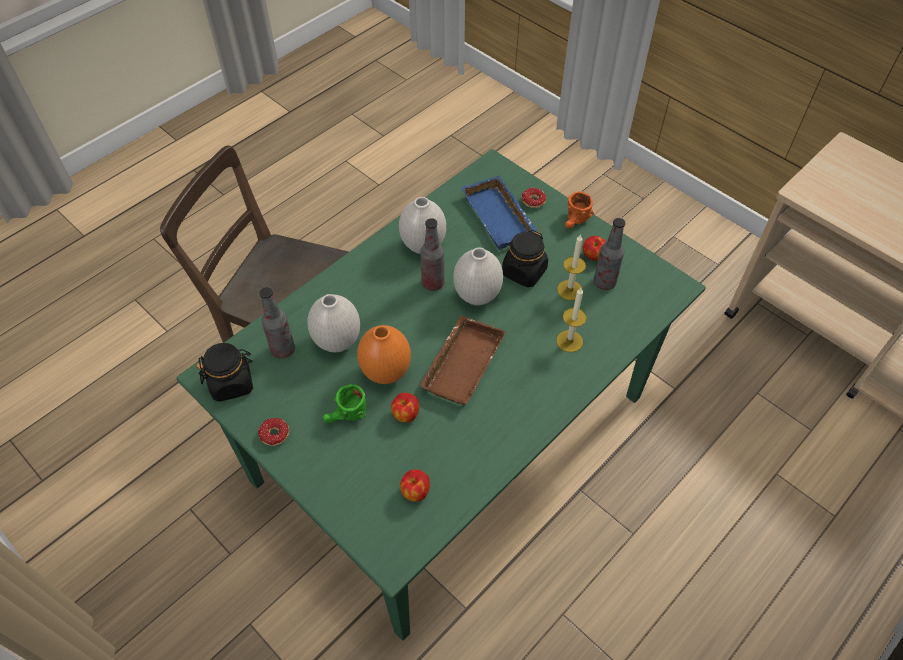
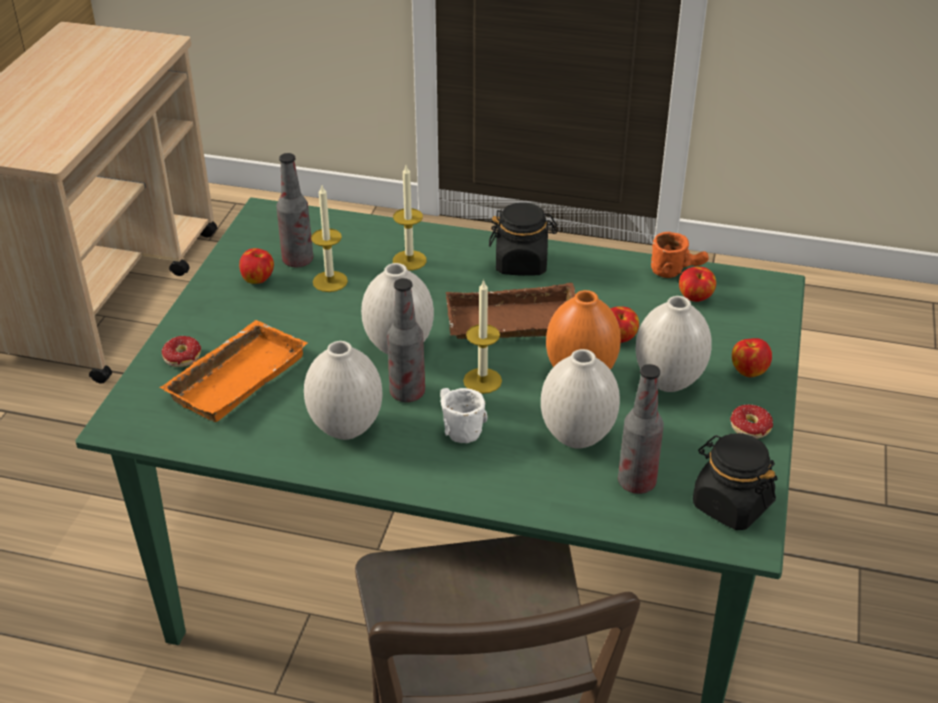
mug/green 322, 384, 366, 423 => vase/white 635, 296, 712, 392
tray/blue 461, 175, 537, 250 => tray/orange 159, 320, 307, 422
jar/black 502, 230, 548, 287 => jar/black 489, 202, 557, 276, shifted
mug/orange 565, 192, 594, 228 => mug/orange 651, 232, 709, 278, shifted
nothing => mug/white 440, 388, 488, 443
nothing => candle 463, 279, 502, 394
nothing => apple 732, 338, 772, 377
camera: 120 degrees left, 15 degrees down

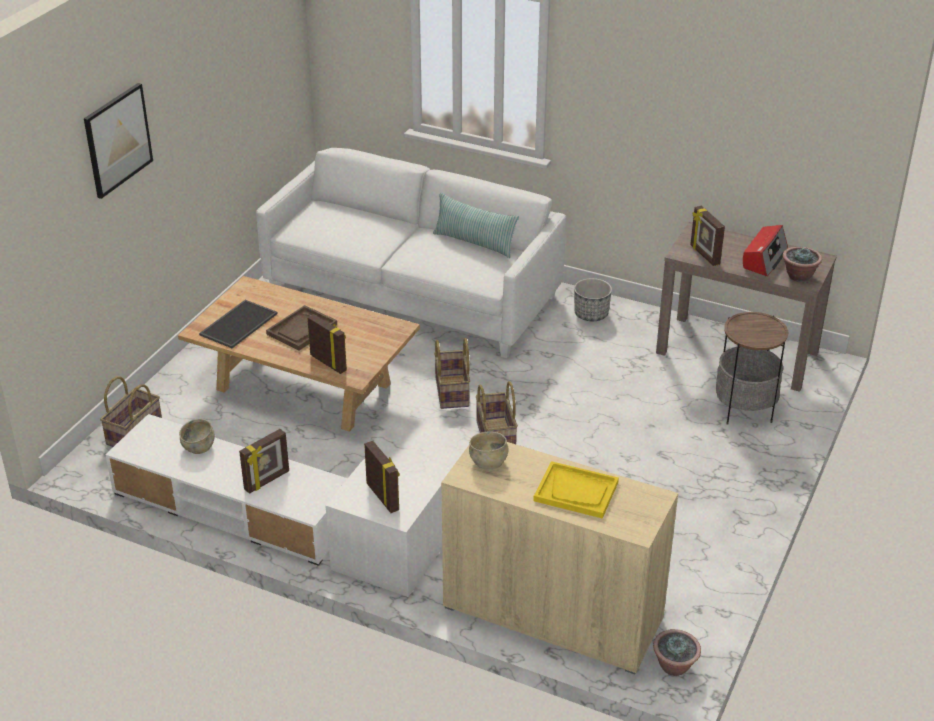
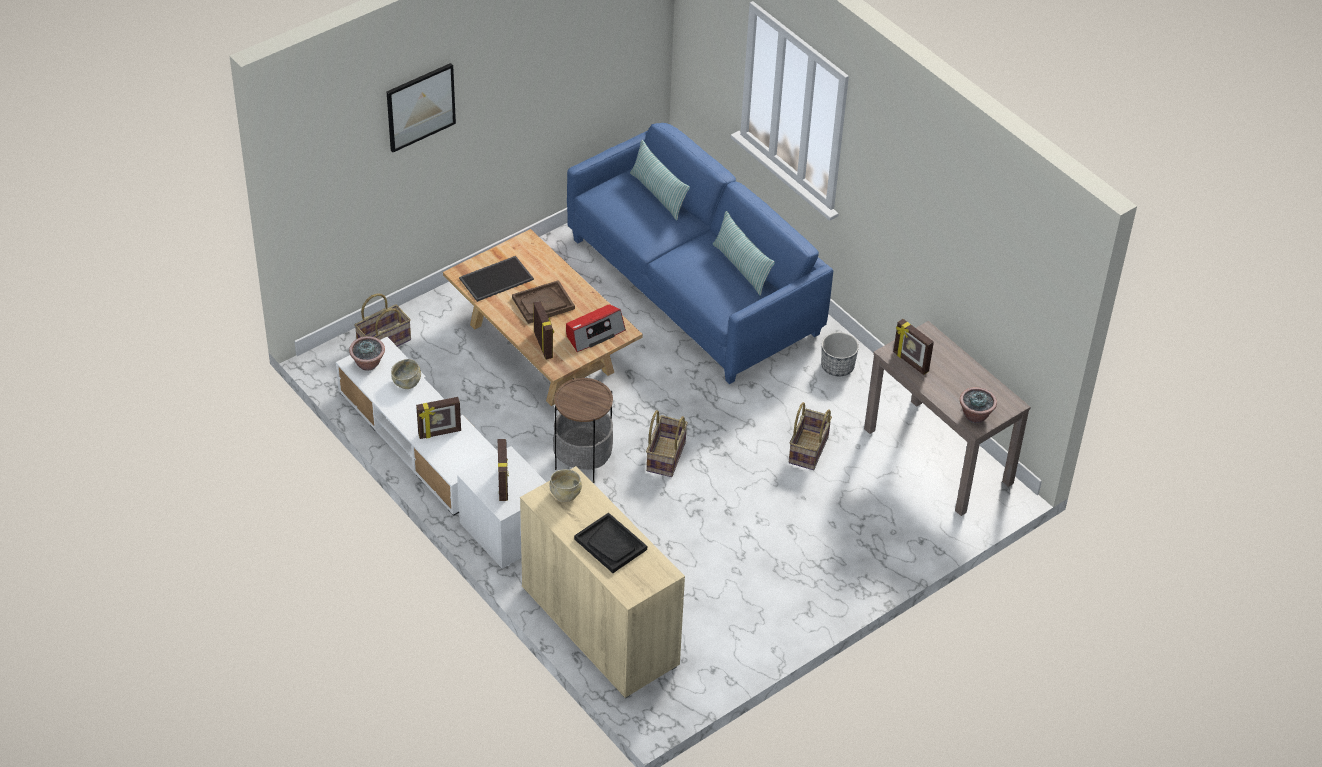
sofa/white 256, 148, 566, 358 => sofa/blue 567, 123, 833, 384
basket 434, 338, 470, 409 => basket 789, 402, 832, 470, shifted
tray/yellow 533, 461, 619, 519 => tray/black 574, 513, 647, 573
potted plant 653, 629, 701, 676 => potted plant 349, 336, 385, 371, shifted
picture frame 690, 206, 725, 266 => picture frame 893, 319, 934, 375, 45 degrees counterclockwise
side table 716, 312, 788, 425 => side table 553, 378, 613, 483, shifted
radio 743, 225, 788, 277 => radio 566, 304, 626, 352, shifted
nothing => pillow 630, 140, 690, 220
camera: 25 degrees right, 10 degrees up

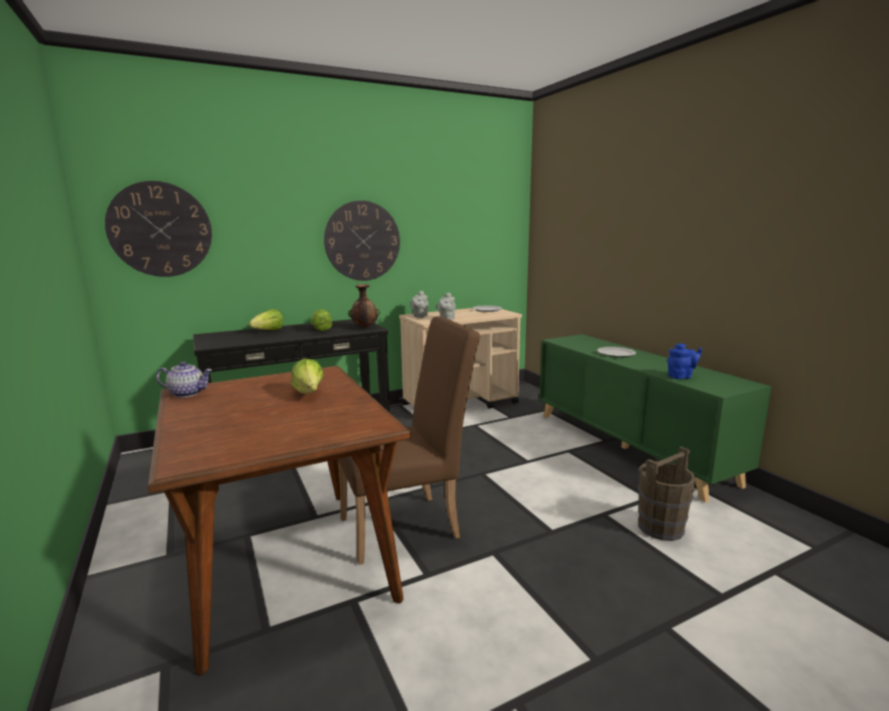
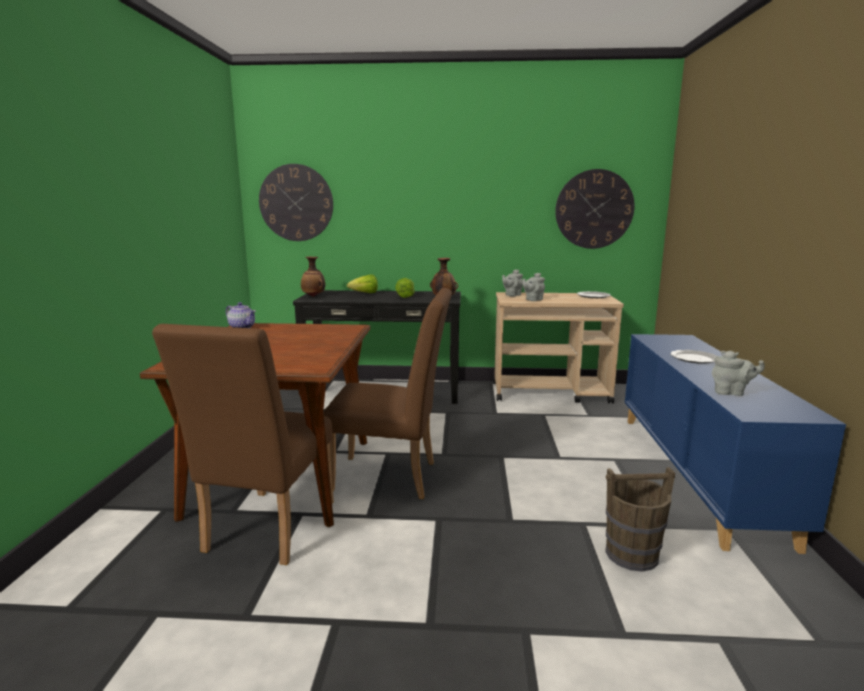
lettuce 291, 359, 324, 394 => nothing
wall clock 324, 200, 400, 281 => wall clock 555, 169, 634, 249, shifted
cabinet/green 539, 334, 772, 503 => cabinet/blue 625, 334, 846, 554
teapot/blue 667, 343, 702, 379 => teapot/grey 712, 351, 765, 396
nothing => chair/brown 152, 324, 334, 565
nothing => vase 301, 257, 325, 297
camera: 30 degrees right, 0 degrees up

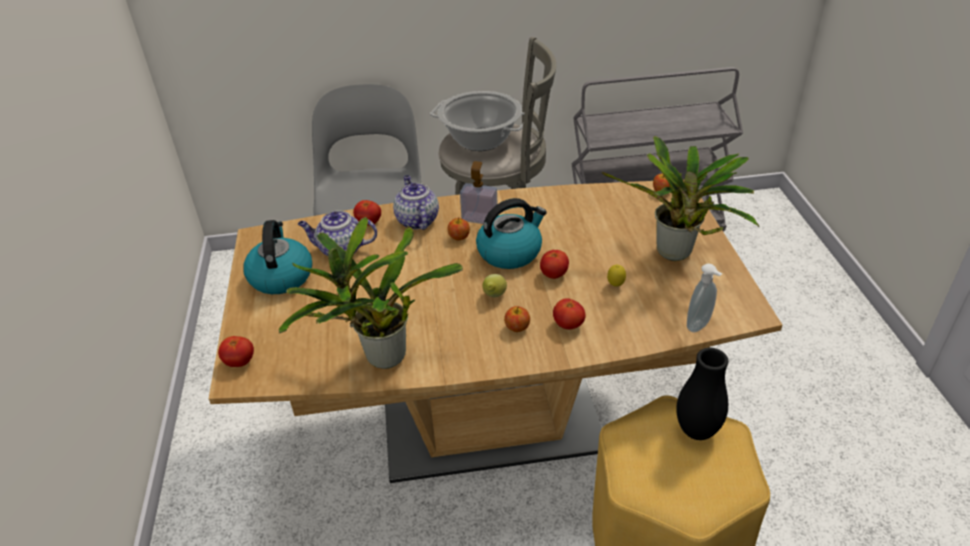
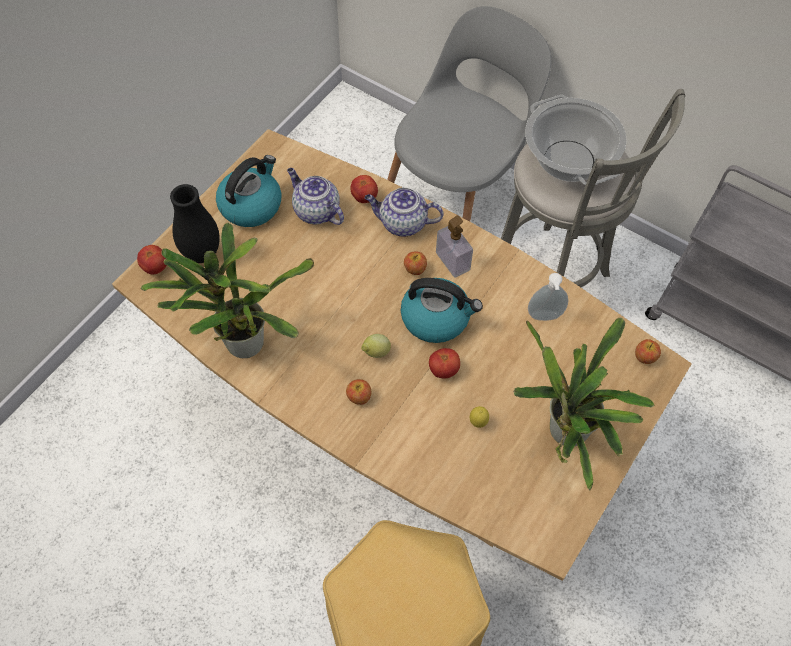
teapot 393, 175, 439, 230 => teapot 365, 187, 443, 237, 105 degrees counterclockwise
tomato 553, 298, 586, 330 => nothing
vase/black 676, 348, 728, 440 => vase/black 170, 184, 220, 263, shifted
soap dispenser 687, 264, 722, 332 => soap dispenser 528, 273, 568, 321, shifted
camera: 40 degrees right, 20 degrees up

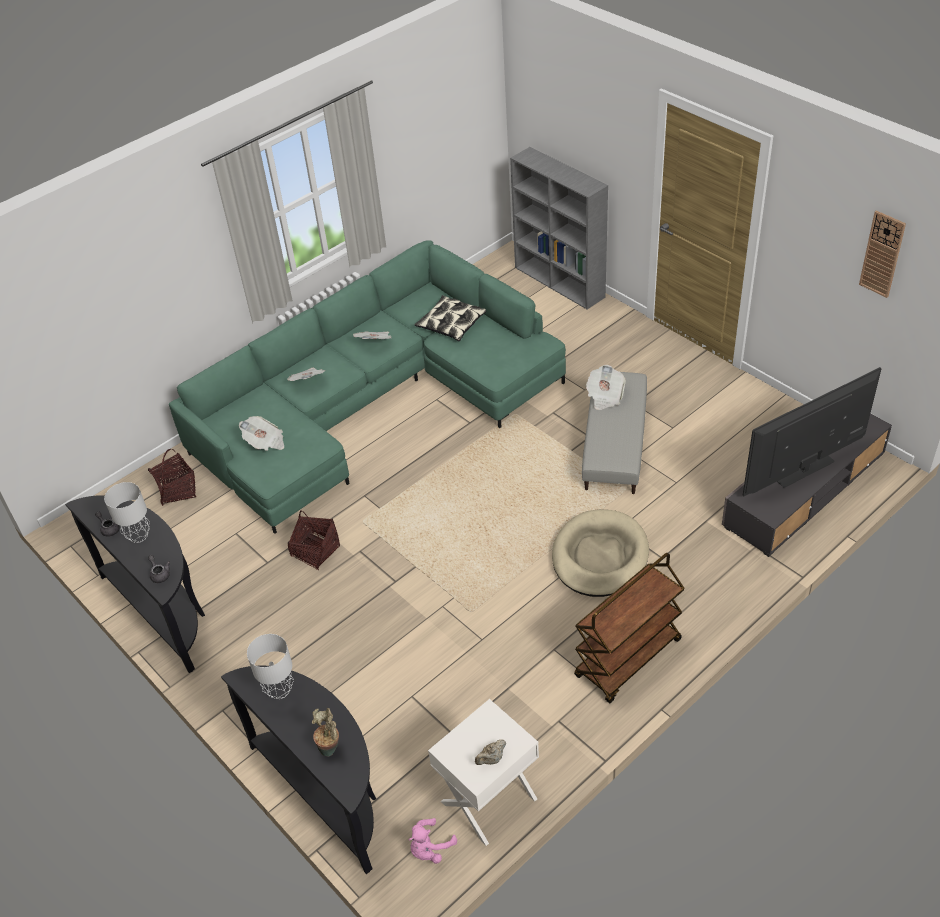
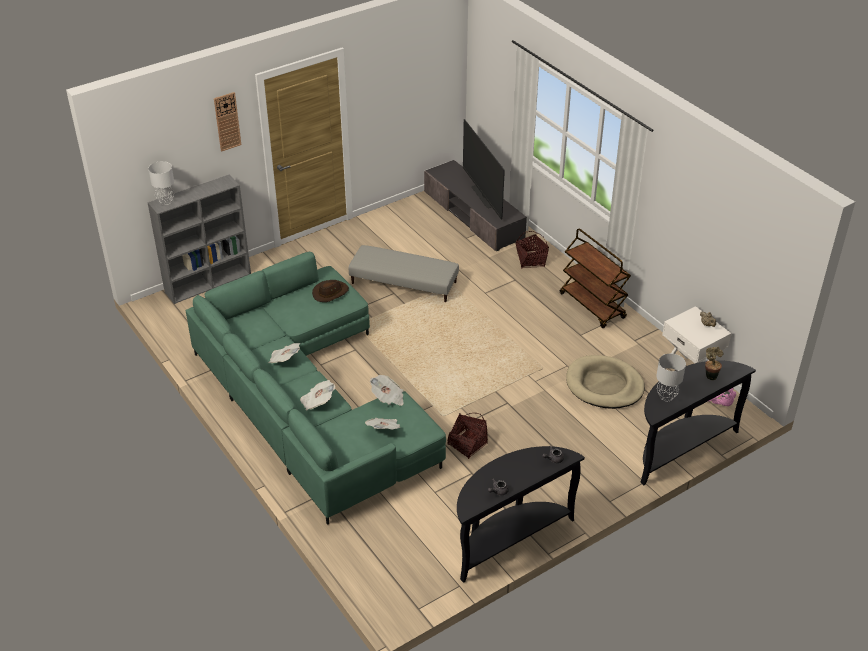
table lamp/grey 104, 482, 150, 543 => table lamp/grey 148, 161, 175, 205, shifted
basket 148, 449, 196, 506 => basket 516, 231, 549, 269, shifted
pillow 414, 295, 486, 341 => nothing
dog bed/beige 552, 509, 649, 597 => dog bed/beige 566, 355, 645, 409, shifted
newspaper 586, 365, 626, 410 => newspaper 370, 375, 404, 406, shifted
wall clock 859, 211, 906, 298 => wall clock 214, 92, 241, 151, shifted
nothing => hat/brown 312, 280, 349, 302
camera: 85 degrees left, 5 degrees down

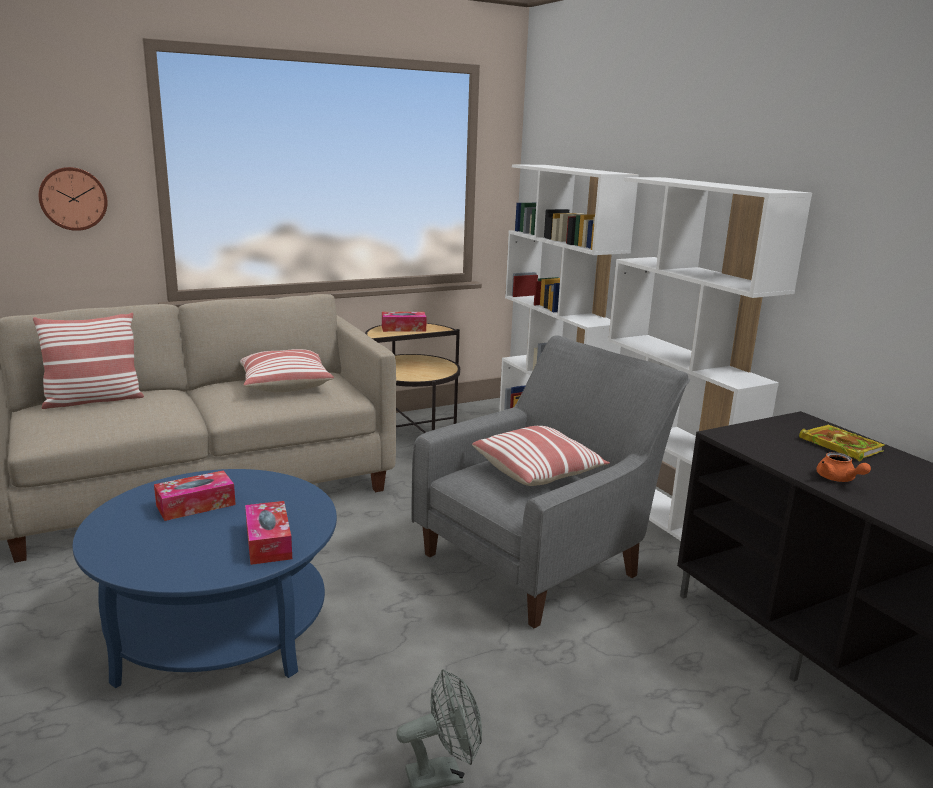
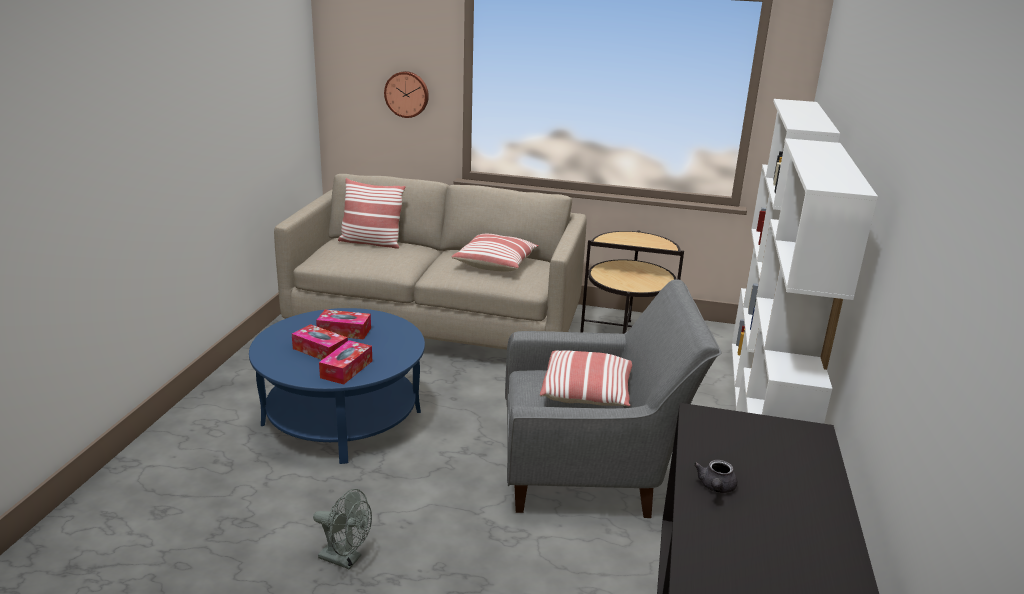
tissue box 382, 312, 427, 332 => tissue box 292, 324, 348, 360, shifted
book 799, 425, 885, 461 => nothing
teapot/orange 816, 452, 871, 482 => teapot/grey 694, 460, 737, 493
camera: 40 degrees right, 5 degrees up

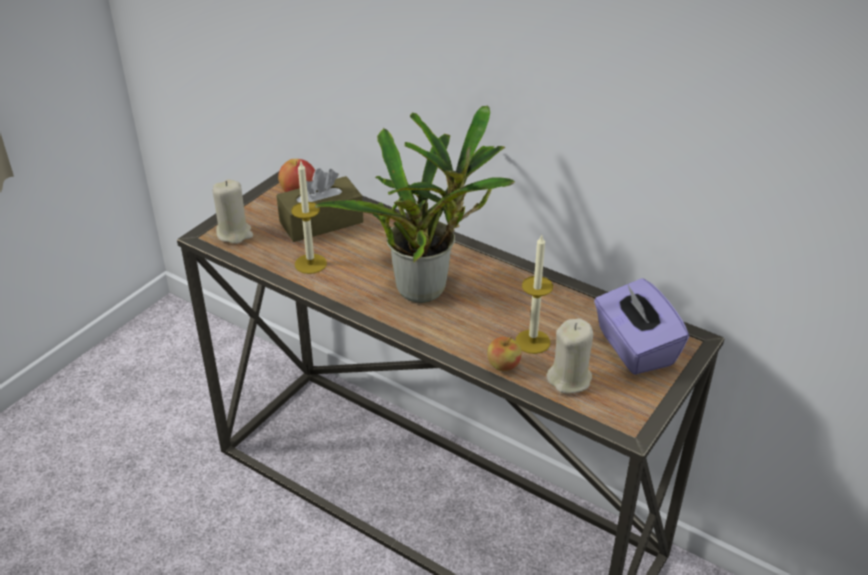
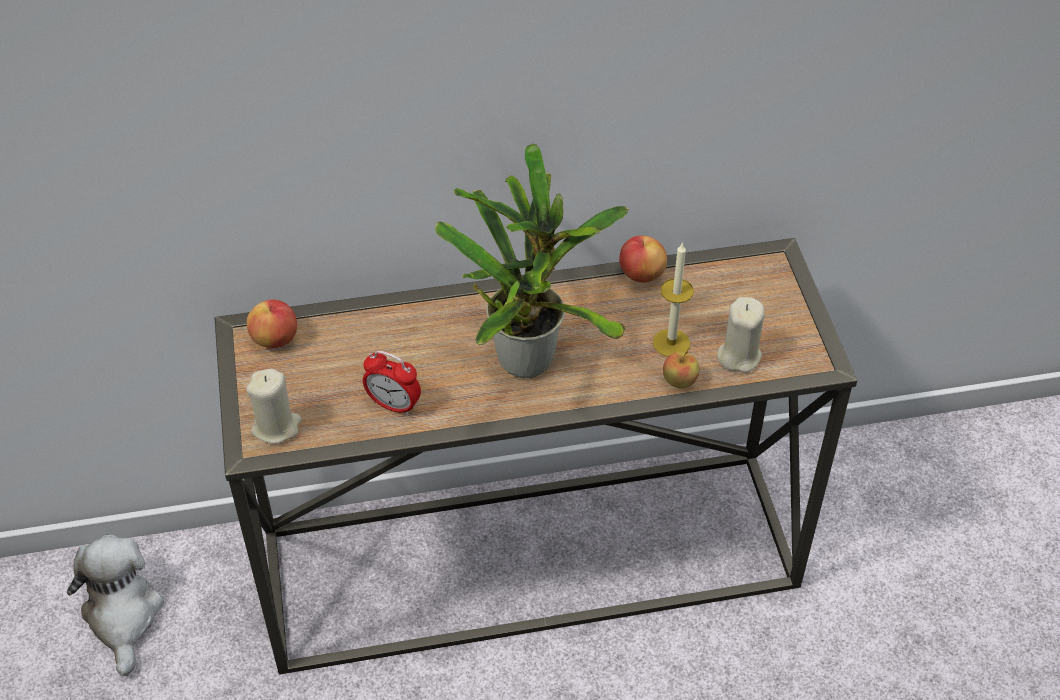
tissue box/brown 276, 168, 364, 242 => nothing
candle 291, 162, 327, 274 => alarm clock 363, 351, 421, 416
tissue box/purple 594, 278, 689, 375 => nothing
nothing => plush toy 67, 534, 164, 676
nothing => apple 619, 236, 667, 283
camera: 45 degrees left, 10 degrees up

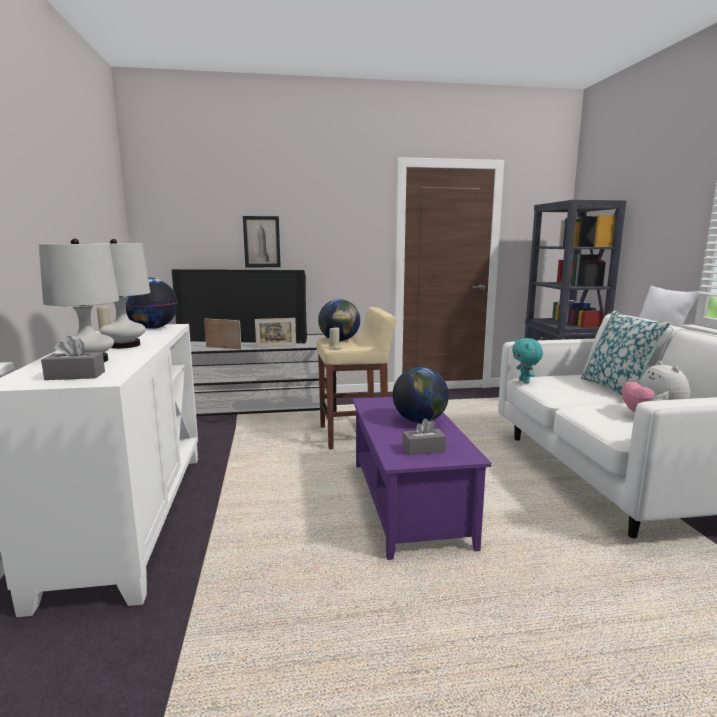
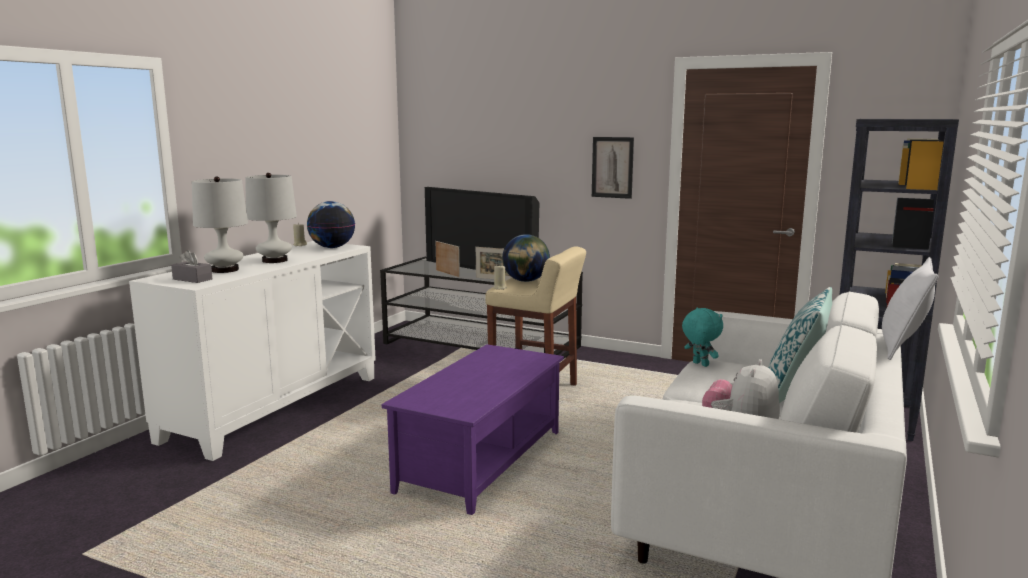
picture 243, 216, 281, 268 => picture 592, 137, 634, 199, shifted
globe 393, 367, 449, 423 => nothing
tissue box/grey 402, 418, 446, 455 => nothing
plush toy/turquoise 512, 338, 543, 383 => plush toy/turquoise 682, 307, 723, 367, 120 degrees clockwise
camera: 35 degrees right, 0 degrees up

